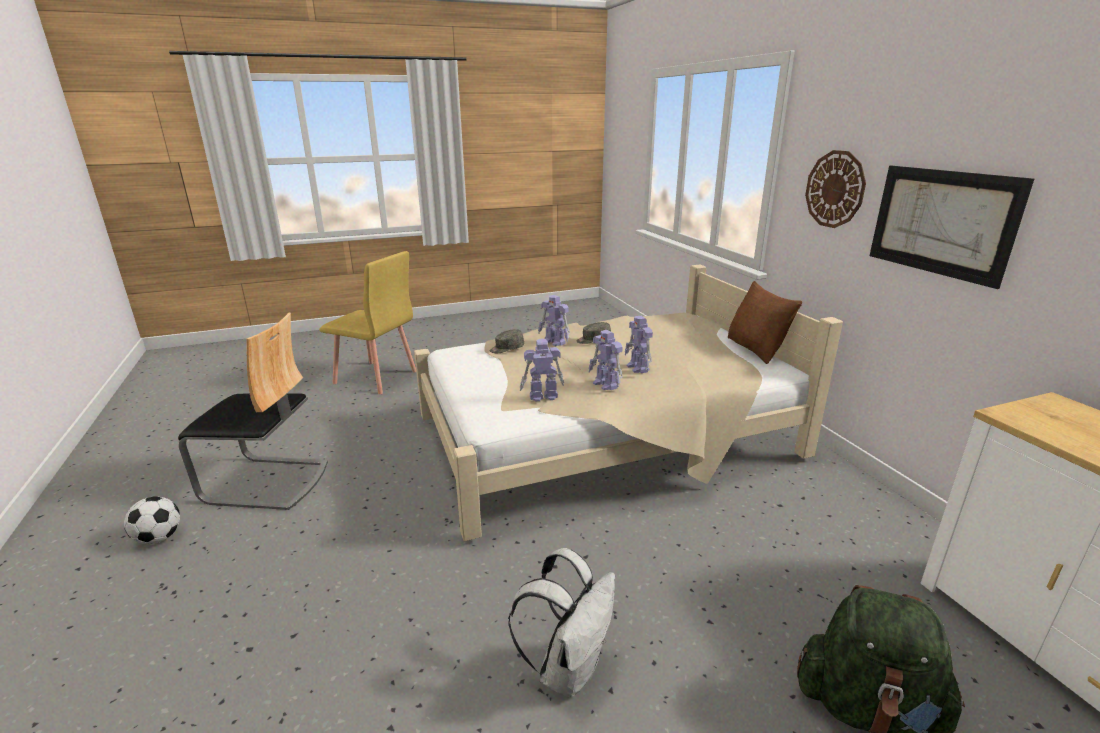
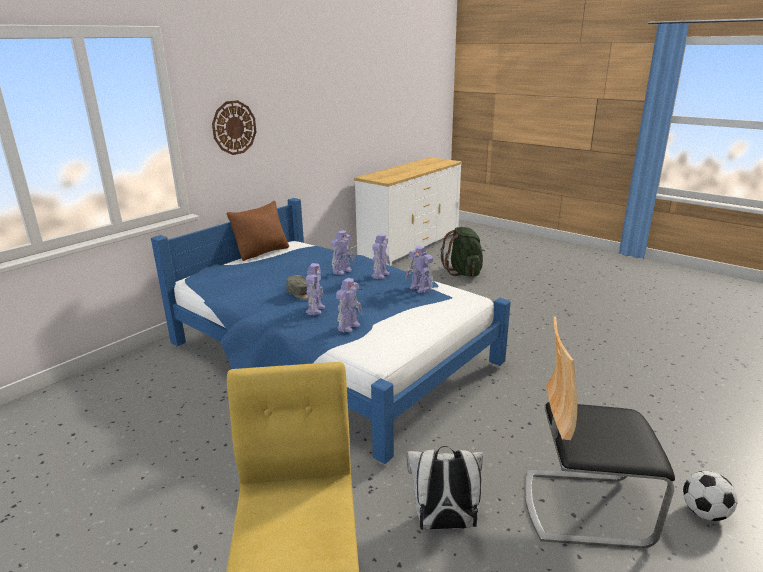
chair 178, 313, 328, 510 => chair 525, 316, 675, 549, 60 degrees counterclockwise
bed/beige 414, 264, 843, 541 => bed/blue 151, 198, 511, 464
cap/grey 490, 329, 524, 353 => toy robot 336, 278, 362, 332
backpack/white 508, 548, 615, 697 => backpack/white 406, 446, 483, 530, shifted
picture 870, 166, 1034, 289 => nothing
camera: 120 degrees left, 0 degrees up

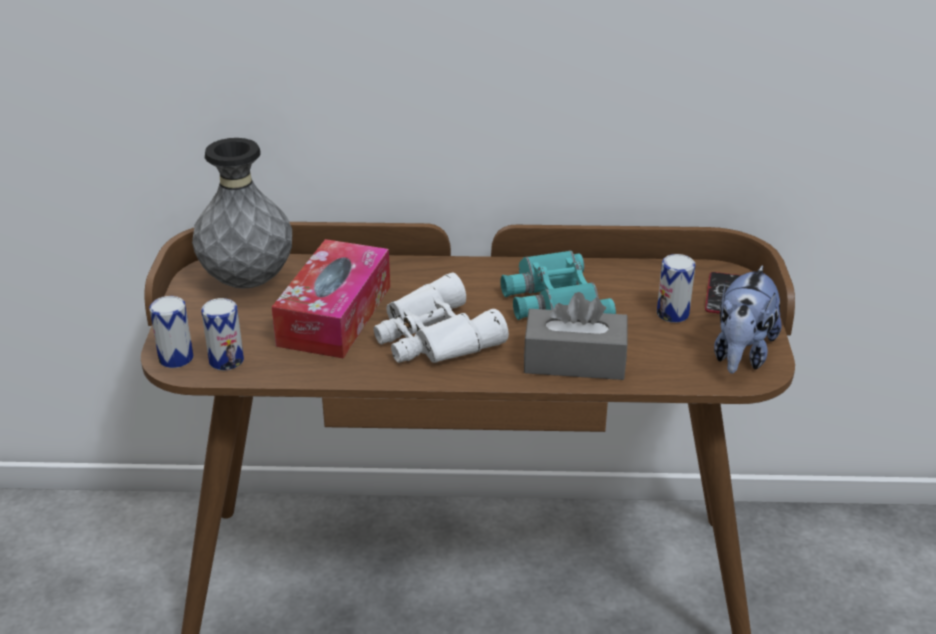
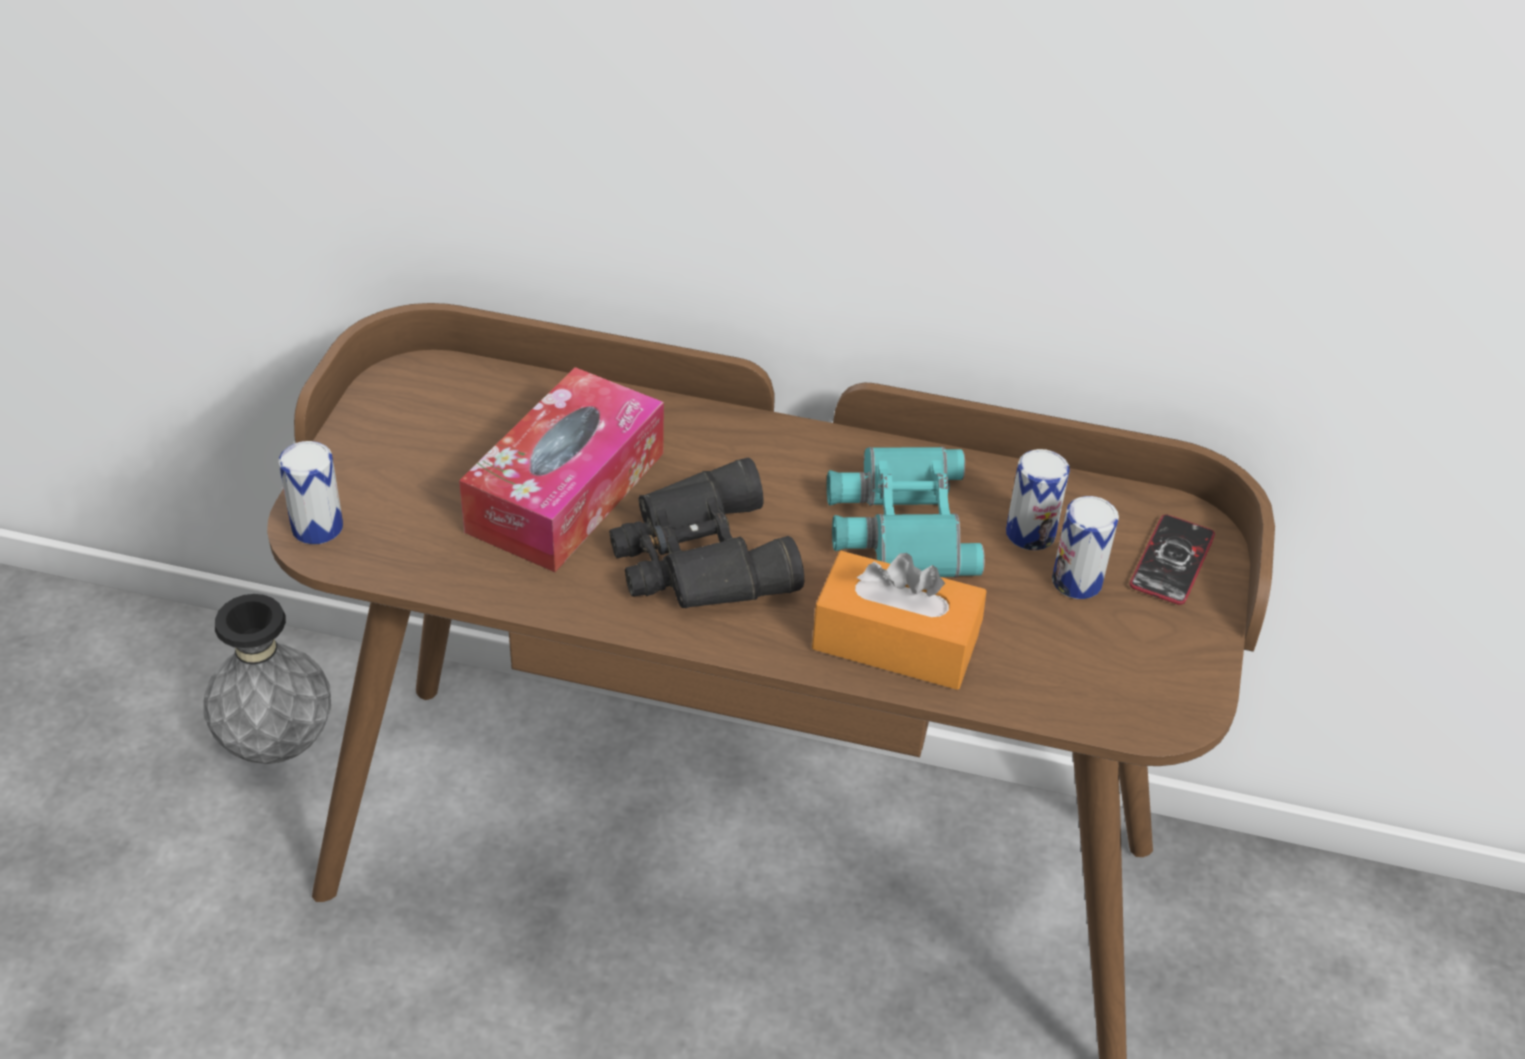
vase/grey 192, 138, 292, 289 => vase/grey 204, 594, 331, 764, shifted
can 201, 298, 244, 370 => can 1006, 449, 1070, 550, shifted
binoculars/white 373, 273, 509, 363 => binoculars/black 609, 457, 804, 608
tissue box/grey 524, 292, 628, 380 => tissue box/orange 812, 551, 987, 690
plush toy 714, 265, 782, 373 => nothing
camera: 10 degrees right, 10 degrees up

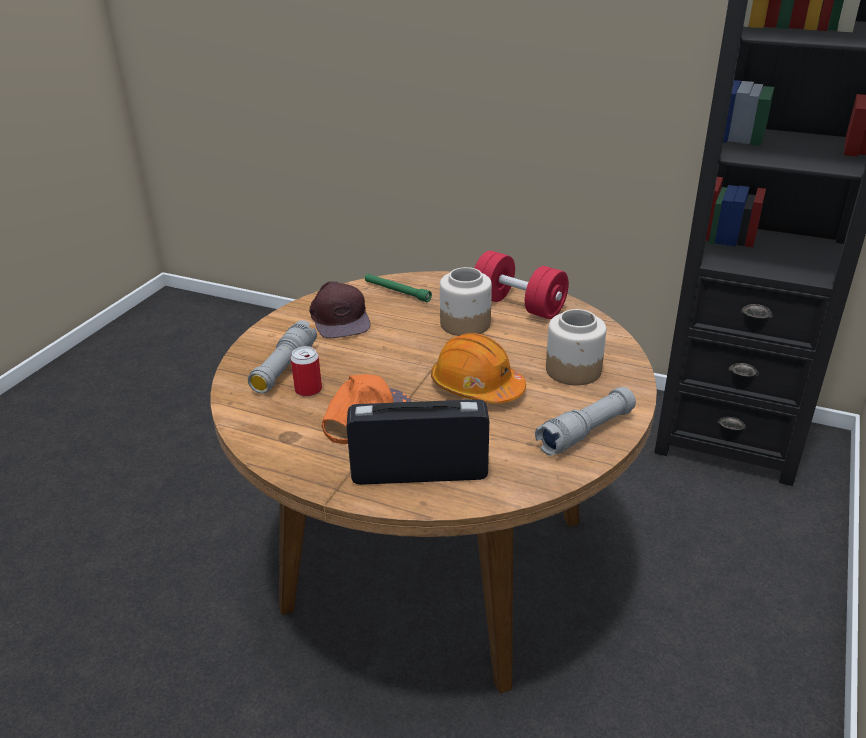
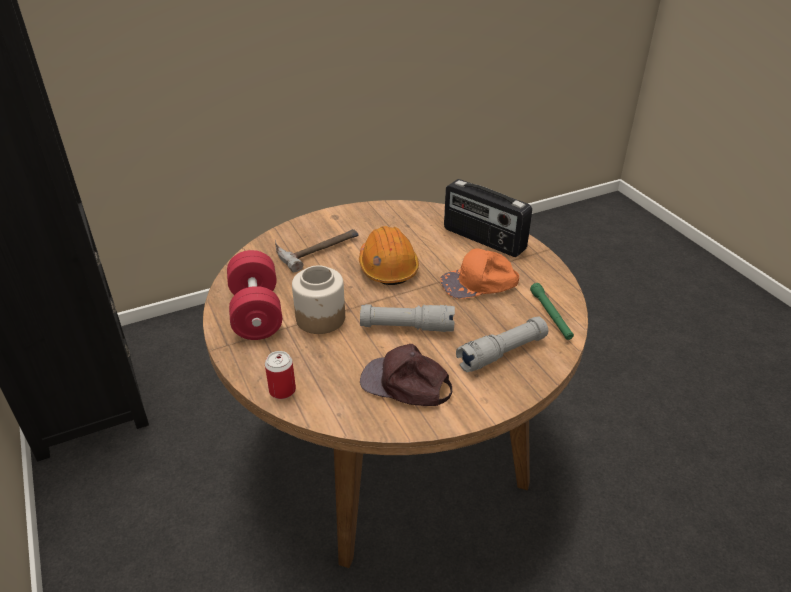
can 291, 346, 322, 397 => can 265, 351, 296, 399, shifted
cap/brown 309, 281, 371, 338 => cap/brown 360, 344, 453, 406, 90 degrees counterclockwise
flashlight/green 365, 274, 432, 302 => flashlight/green 530, 283, 574, 340, shifted
flashlight/grey 535, 387, 636, 456 => flashlight/grey 360, 304, 455, 332, shifted
jar 546, 309, 606, 386 => hammer 275, 229, 359, 272
camera: 140 degrees left, 5 degrees up

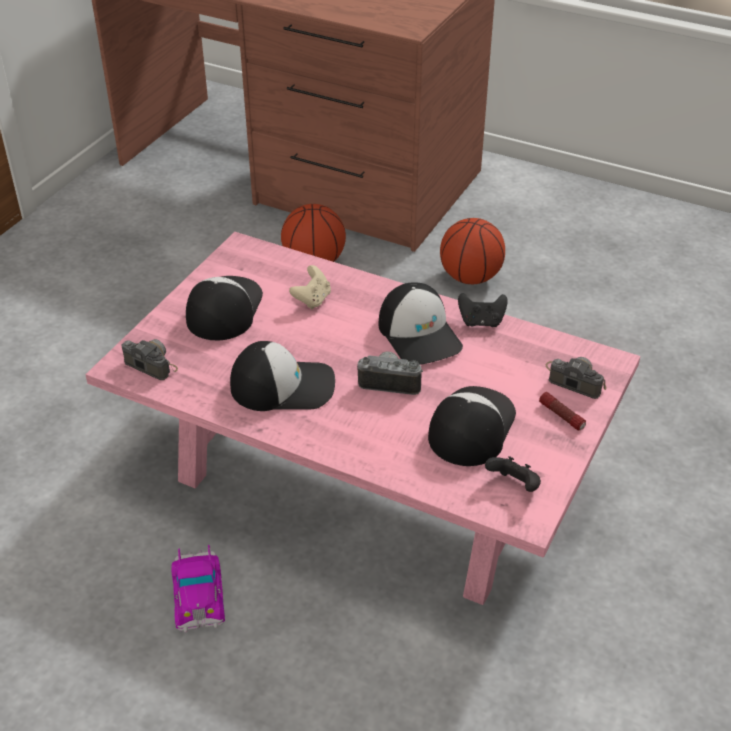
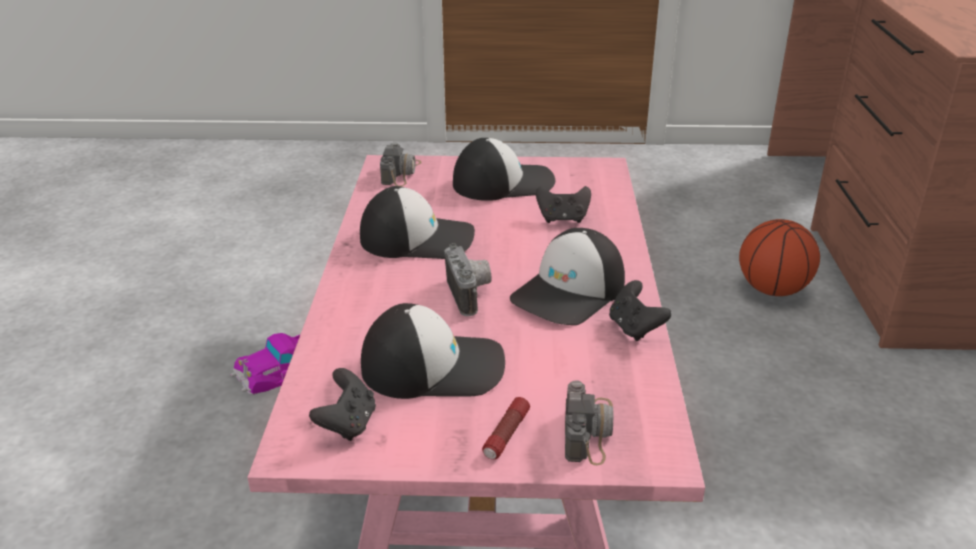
cap 230, 341, 335, 411 => cap 360, 186, 475, 259, 60 degrees counterclockwise
game controller/beige 289, 265, 331, 310 => game controller/black 536, 186, 591, 223
basketball 440, 218, 505, 284 => nothing
camera: 65 degrees right, 10 degrees down

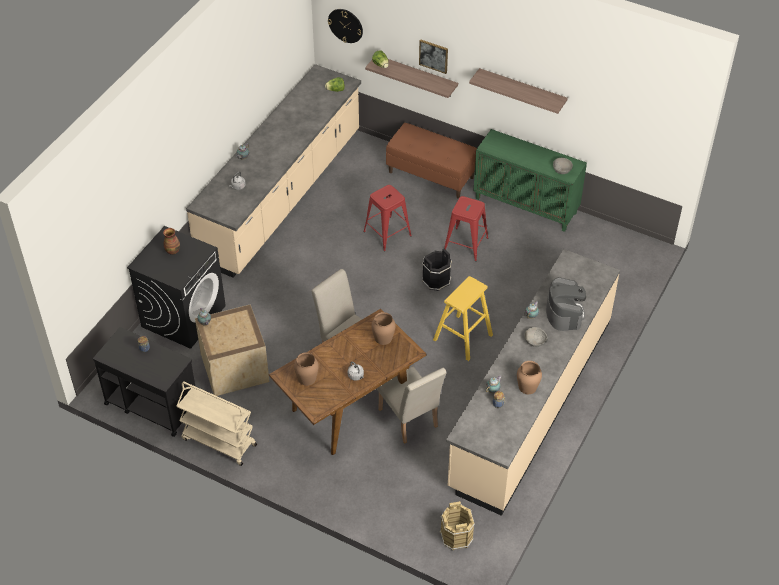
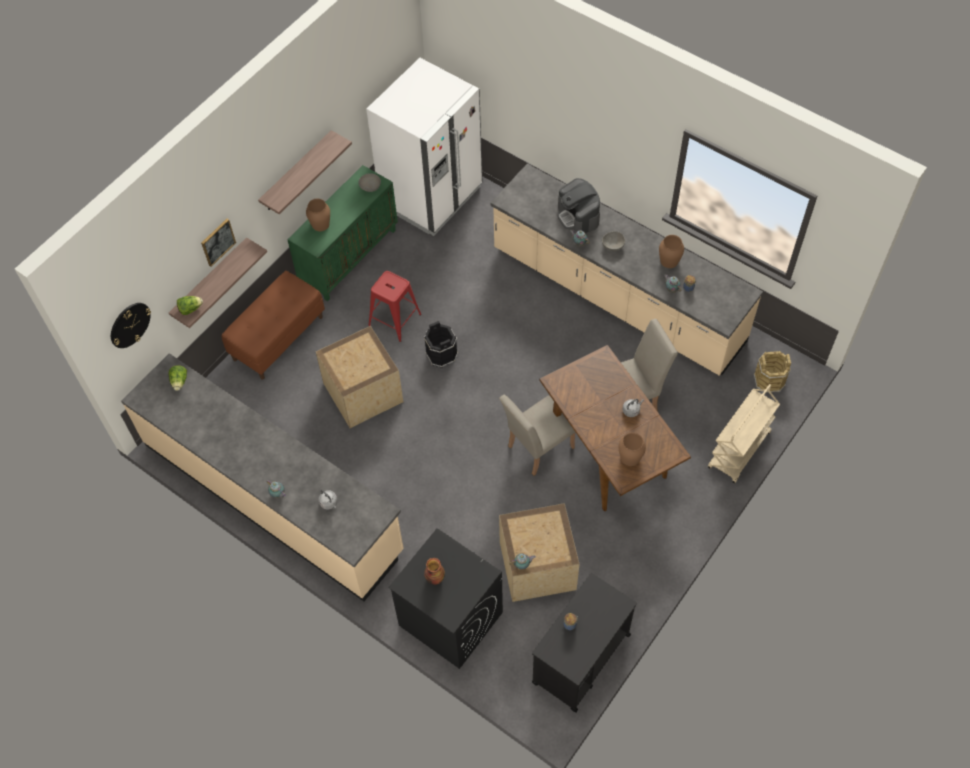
cart/beige 177, 382, 257, 466 => cart/beige 708, 384, 780, 483, shifted
stool/red 363, 185, 412, 251 => crate 316, 326, 403, 428
vase/brown 371, 312, 396, 345 => vase/brown 306, 199, 330, 231, shifted
stool/yellow 433, 276, 493, 361 => nothing
coffee machine 546, 277, 586, 331 => coffee machine 558, 178, 600, 233, 120 degrees counterclockwise
nothing => fridge/white 366, 58, 483, 236
camera: 80 degrees left, 10 degrees up

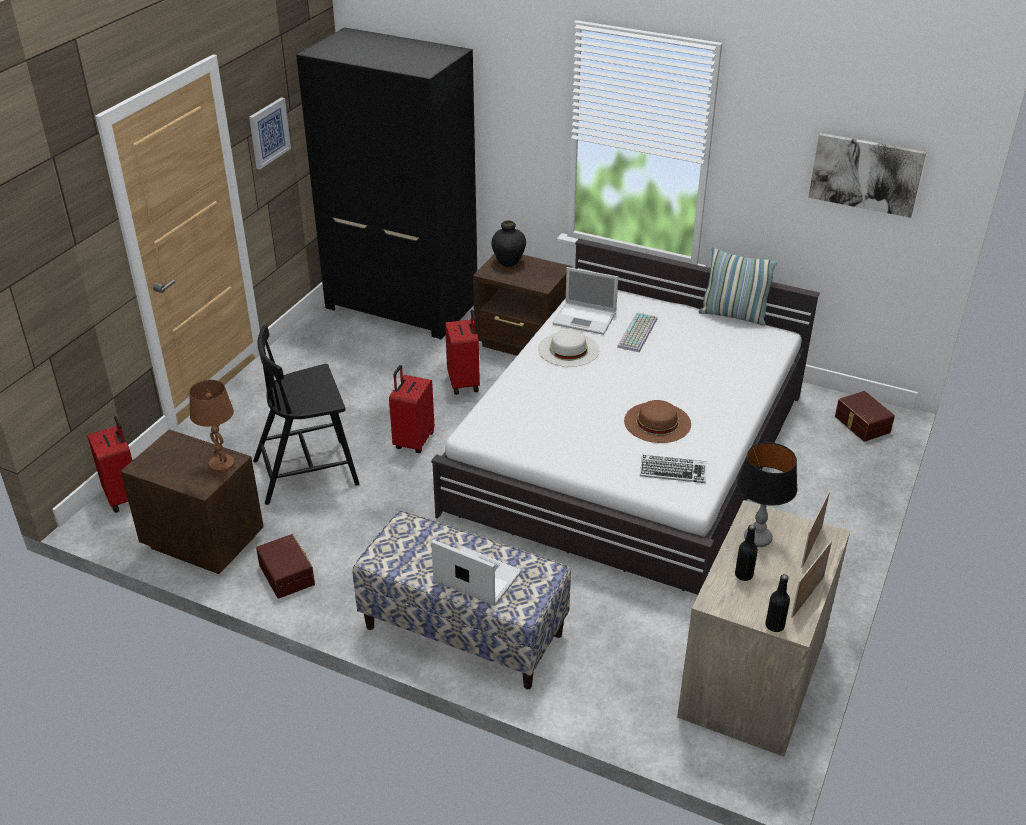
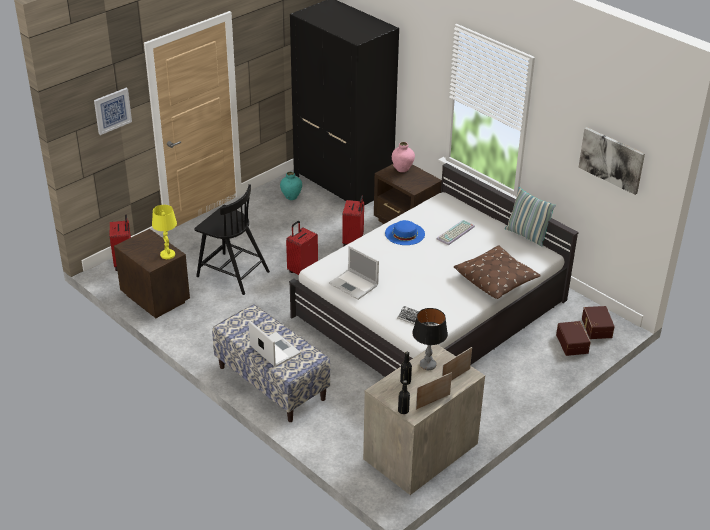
table lamp/brown 189, 380, 235, 473 => table lamp/yellow 152, 205, 177, 259
picture 249, 97, 291, 169 => picture 94, 88, 132, 135, shifted
chair/black 253, 325, 359, 505 => chair/black 194, 184, 270, 295, 150 degrees counterclockwise
storage box/brown 256, 534, 315, 599 => storage box/brown 556, 321, 591, 356, shifted
vase/black 492, 220, 526, 267 => vase/pink 392, 142, 415, 172
hat/white 538, 329, 599, 367 => hat/blue 385, 220, 425, 245
laptop 553, 267, 618, 335 => laptop 329, 246, 379, 300, shifted
hat/brown 624, 400, 691, 443 => nothing
nothing => vase/turquoise 280, 172, 302, 200
nothing => pillow/brown 454, 245, 541, 299
camera: 20 degrees right, 0 degrees up

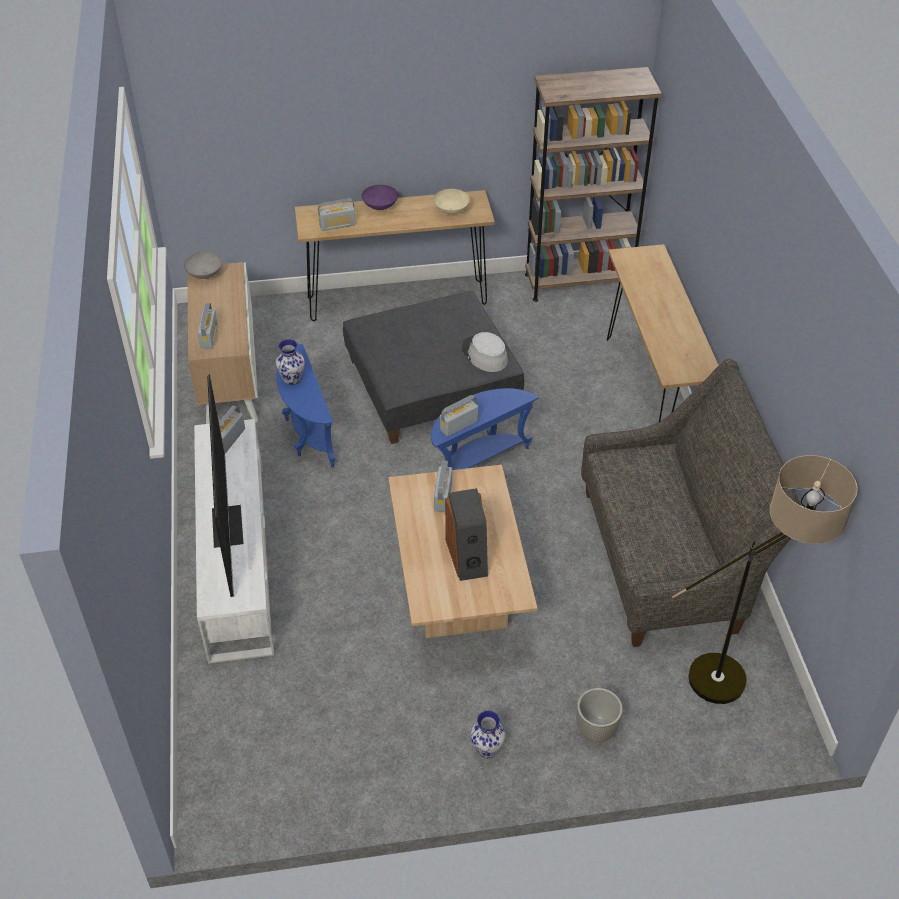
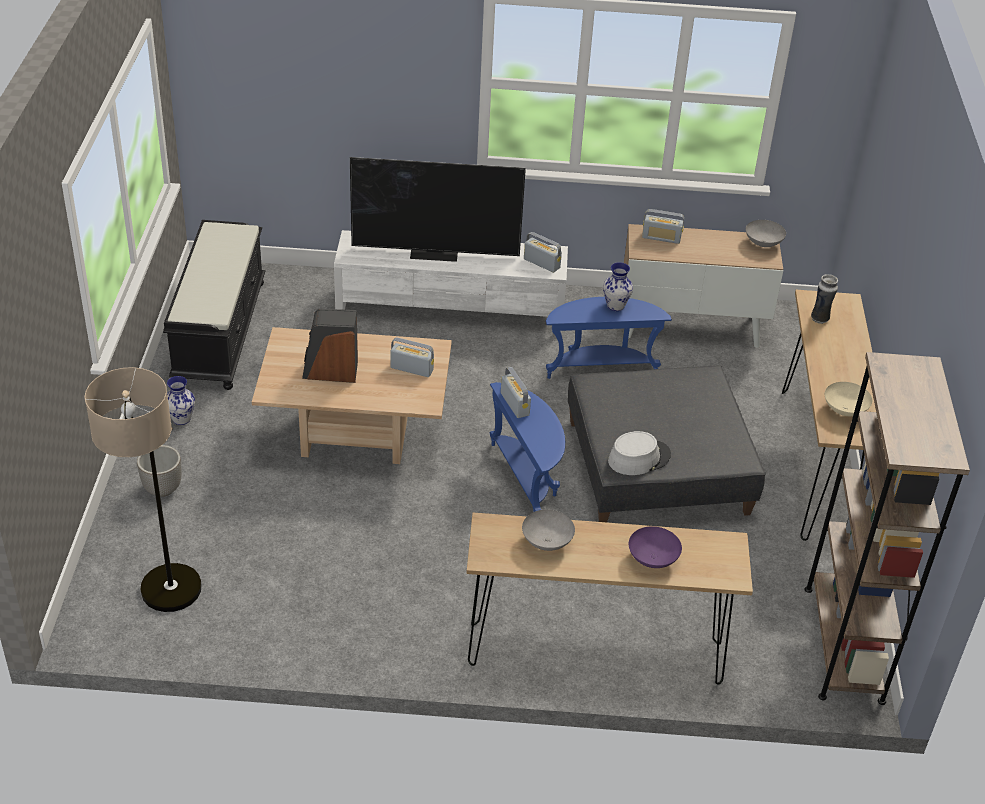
radio 318, 199, 356, 231 => vase 811, 274, 838, 324
bowl/purple 361, 185, 398, 210 => bowl/purple 629, 526, 682, 568, shifted
sofa/grey 581, 359, 801, 647 => nothing
nothing => bench/black 163, 220, 265, 390
nothing => bowl/grey 522, 509, 575, 551
camera: 100 degrees right, 5 degrees down

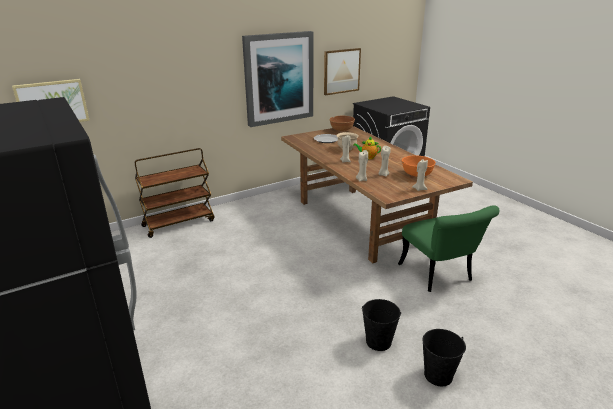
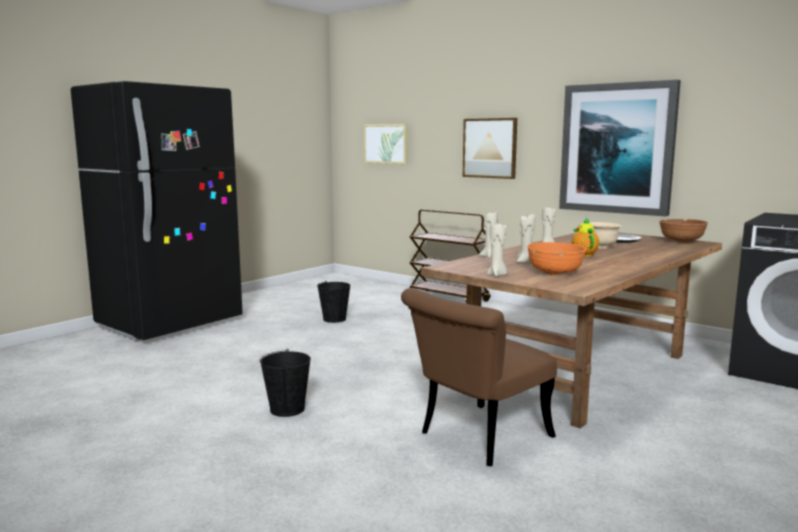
picture 324, 48, 361, 95 => picture 463, 118, 517, 179, shifted
chair/green 398, 205, 500, 292 => chair/brown 401, 288, 557, 466
bucket/black 422, 329, 466, 386 => bucket/black 317, 281, 351, 323, shifted
camera: 70 degrees right, 15 degrees down

